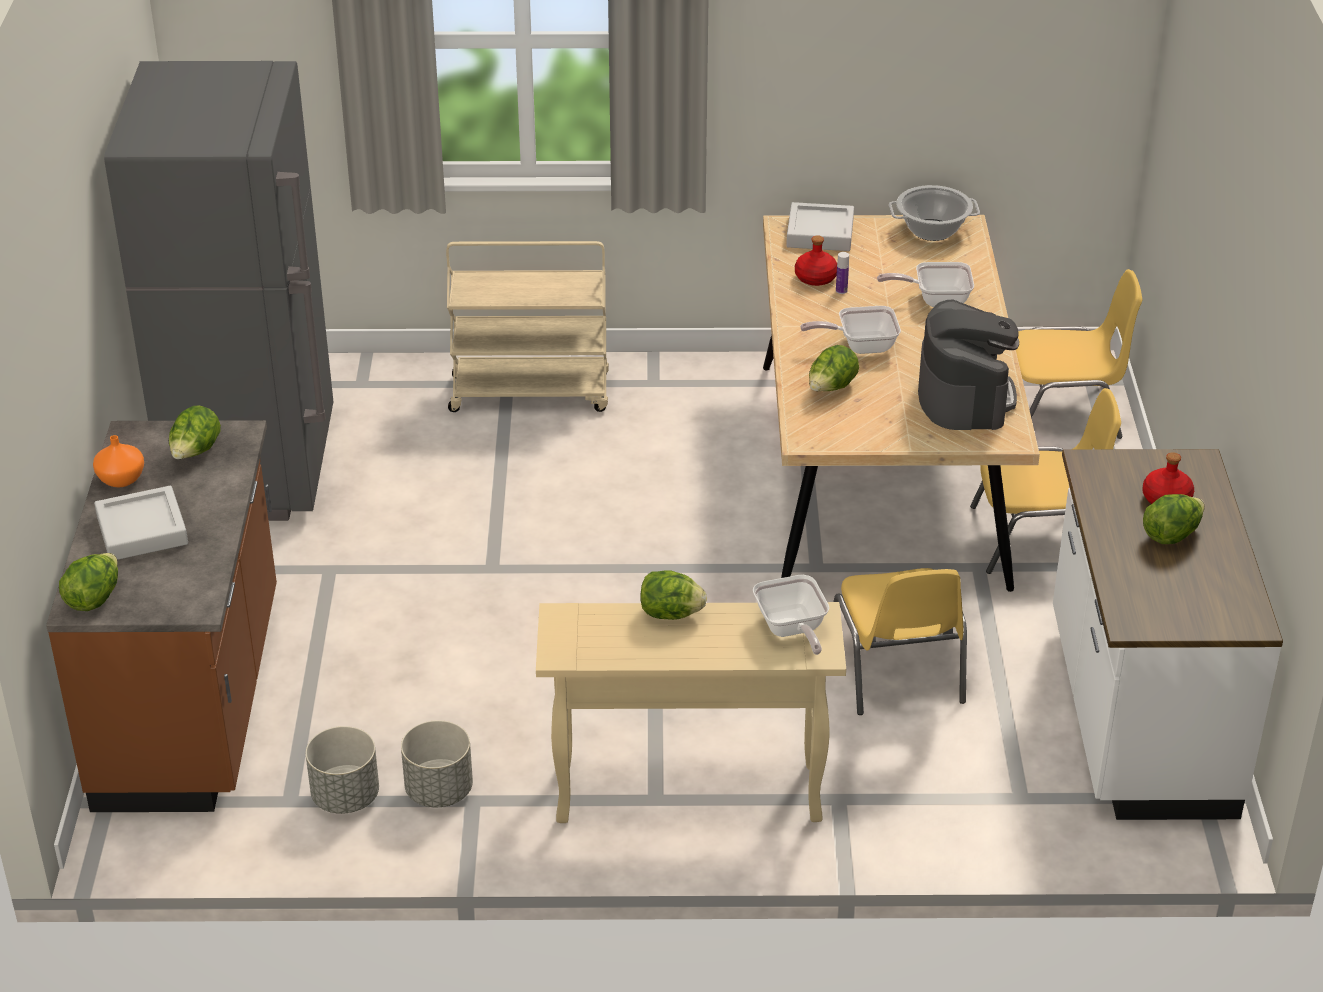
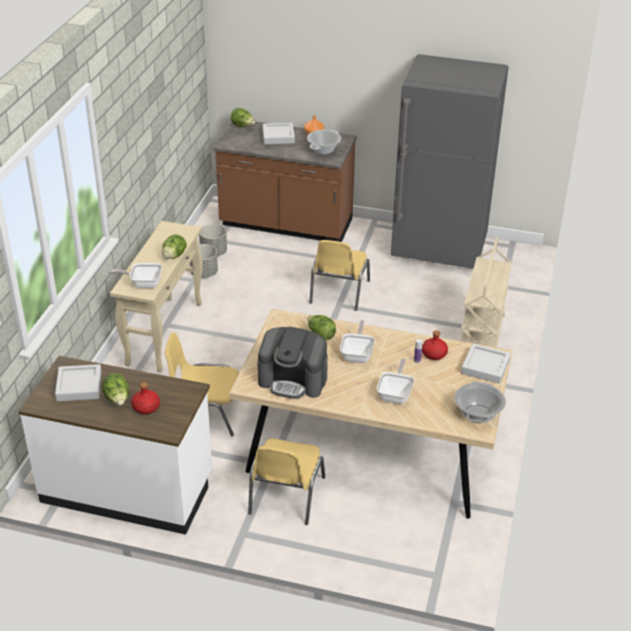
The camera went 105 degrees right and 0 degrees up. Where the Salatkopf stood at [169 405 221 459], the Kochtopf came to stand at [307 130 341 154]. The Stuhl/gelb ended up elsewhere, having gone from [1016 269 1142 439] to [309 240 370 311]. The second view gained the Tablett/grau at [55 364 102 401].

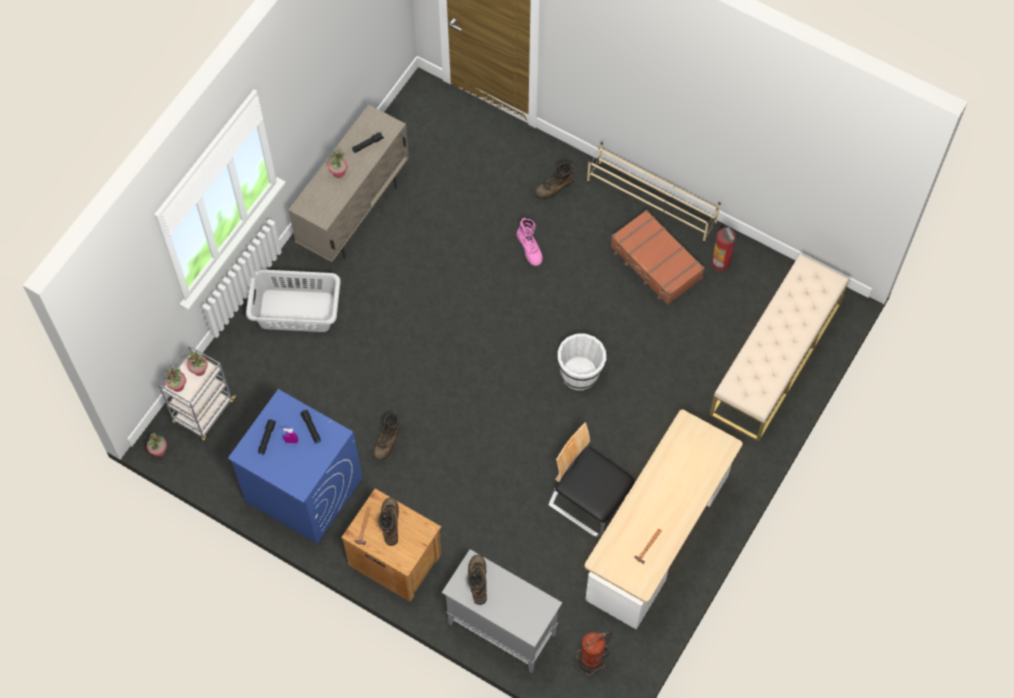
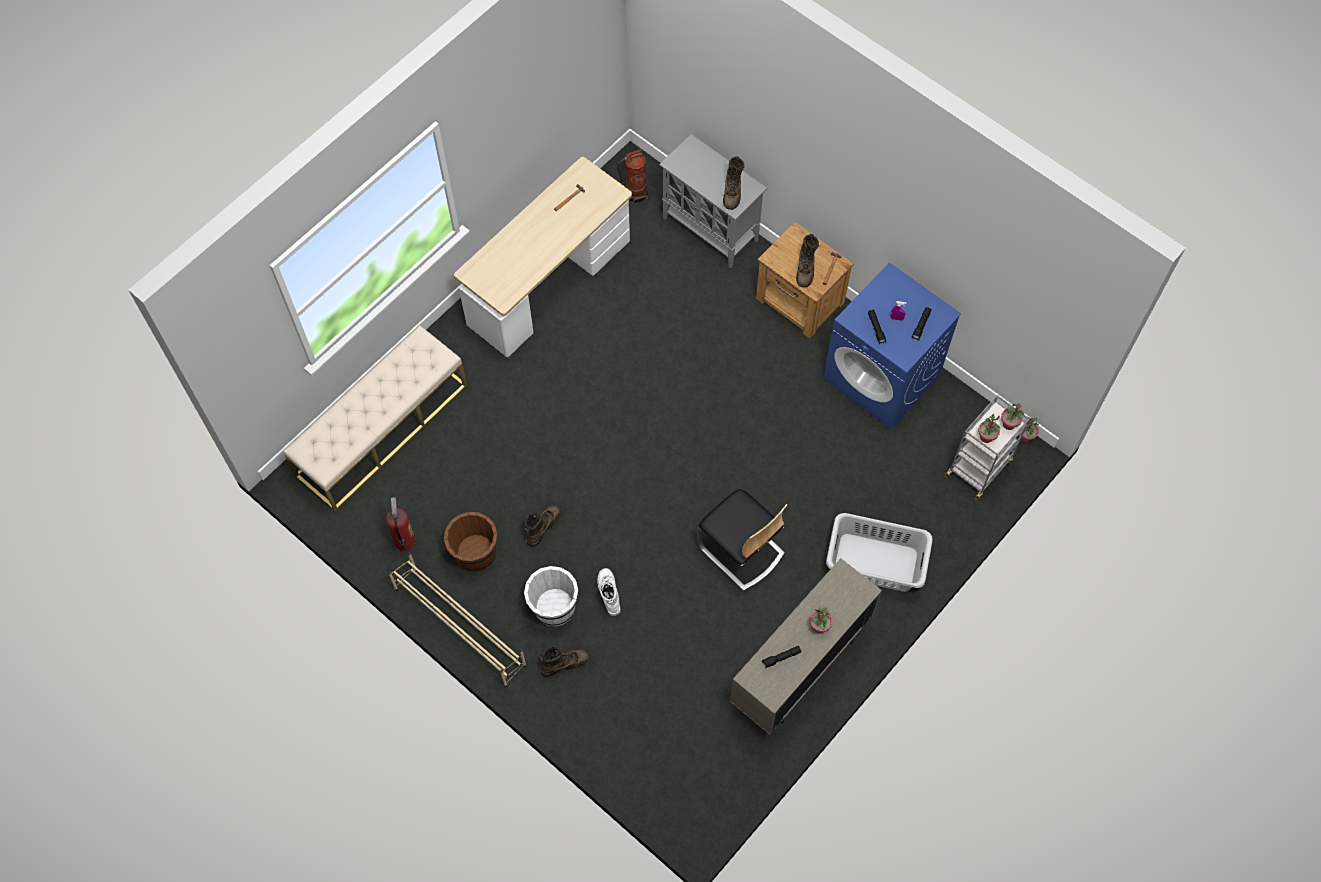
The camera went 170 degrees left and 0 degrees up. The Stiefel/braun ended up elsewhere, having gone from [373 412 400 461] to [525 505 560 547]. What was the Stiefel/rosa at [517 218 542 266] turned into the Stiefel/weiß at [597 568 621 616]. The Stuhl ended up elsewhere, having gone from [548 423 635 538] to [697 489 787 591]. The Eimer/weiß ended up elsewhere, having gone from [557 334 606 390] to [524 566 578 627]. Where the Koffer/braun stood at [611 210 705 305], the Eimer/braun came to stand at [444 512 497 572].

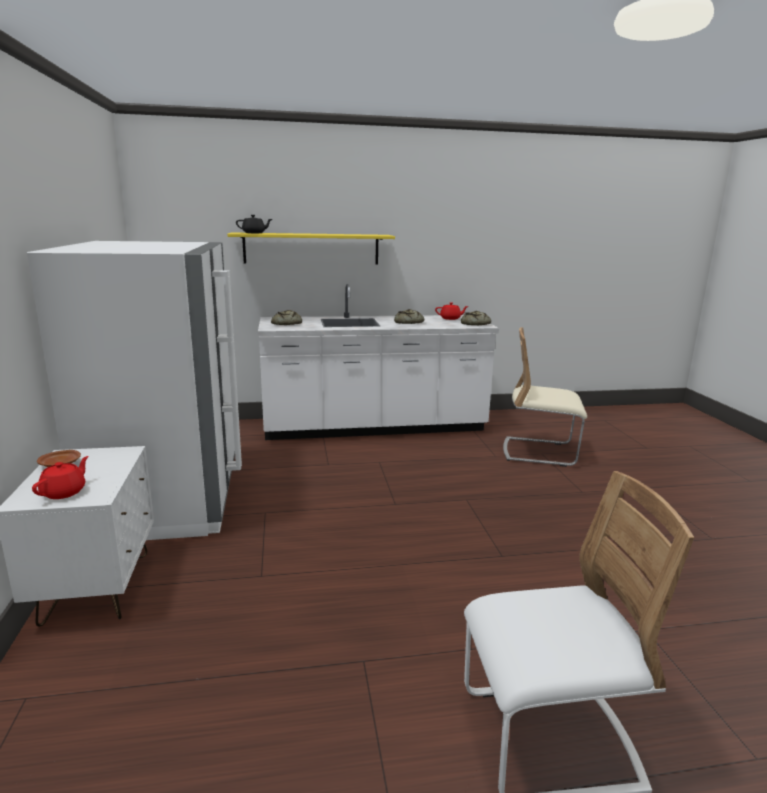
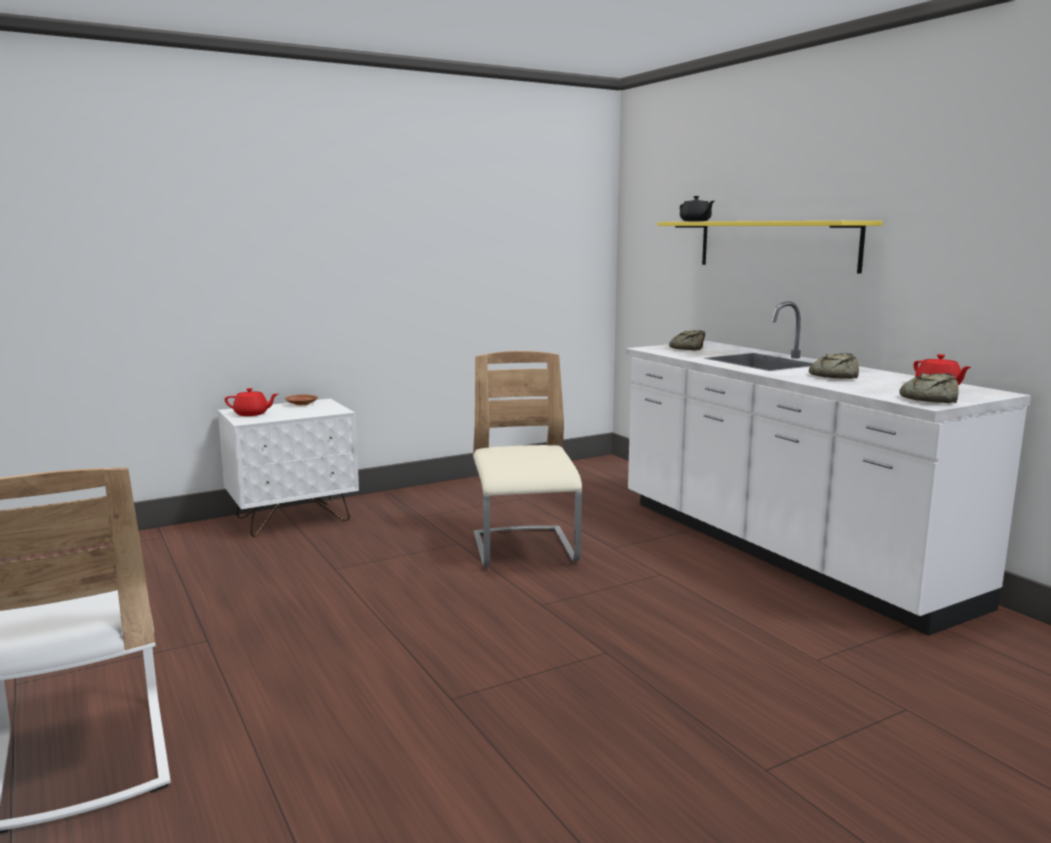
The camera went 70 degrees right and 5 degrees down. The second view lost the Kühlschrank/weiß at [27 241 242 540]. The Stuhl/beige ended up elsewhere, having gone from [503 327 587 467] to [473 351 582 567].

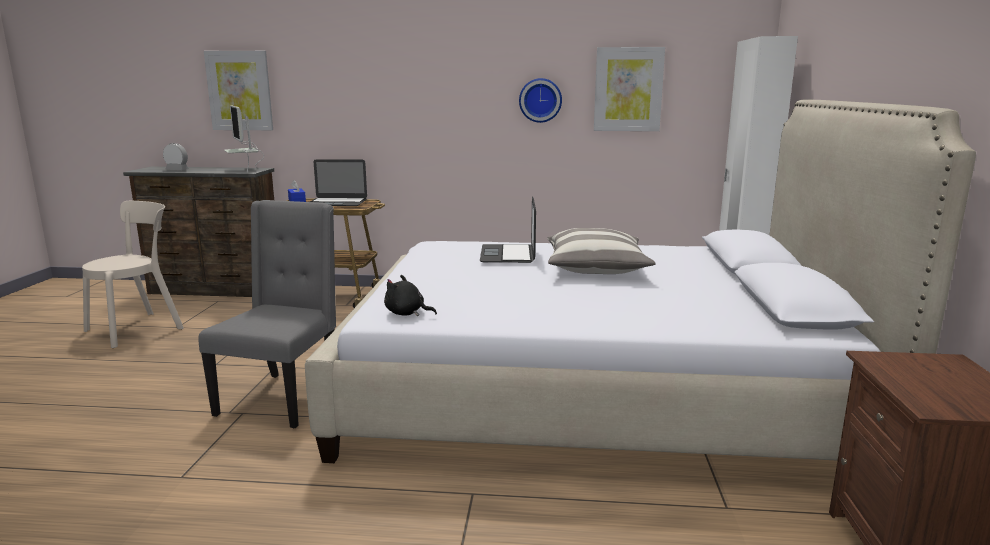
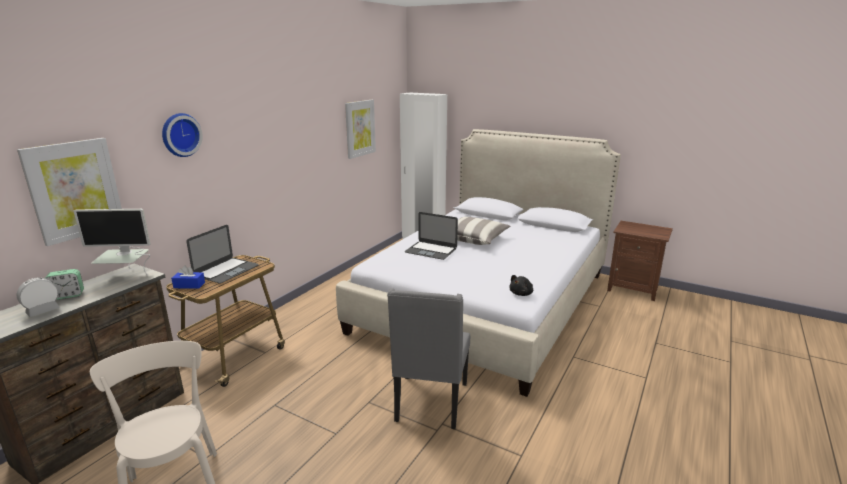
The camera went 65 degrees left and 5 degrees up. The Stuhl/grau at [198 200 336 428] ended up facing another way, 120 degrees counterclockwise from before. The Wanduhr ended up elsewhere, having gone from [519 78 562 123] to [162 113 203 157]. The second view gained the Wecker at [45 269 84 300].

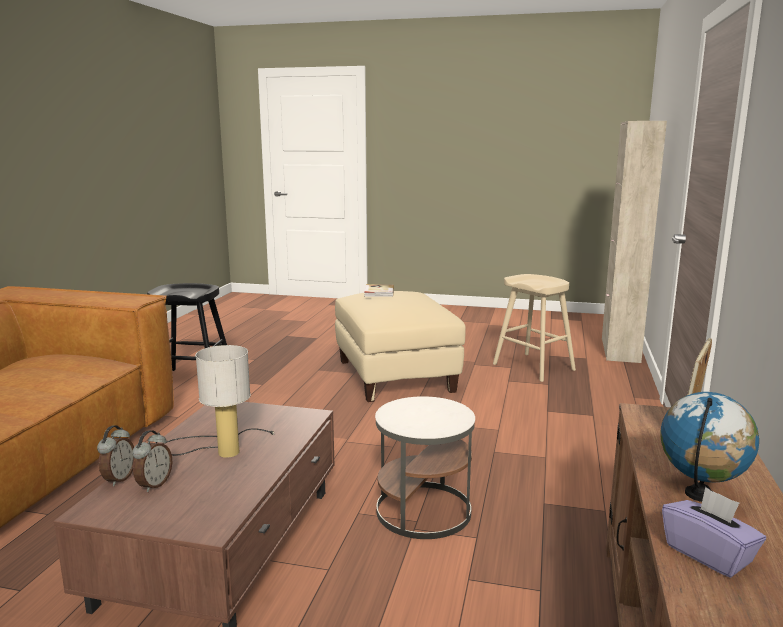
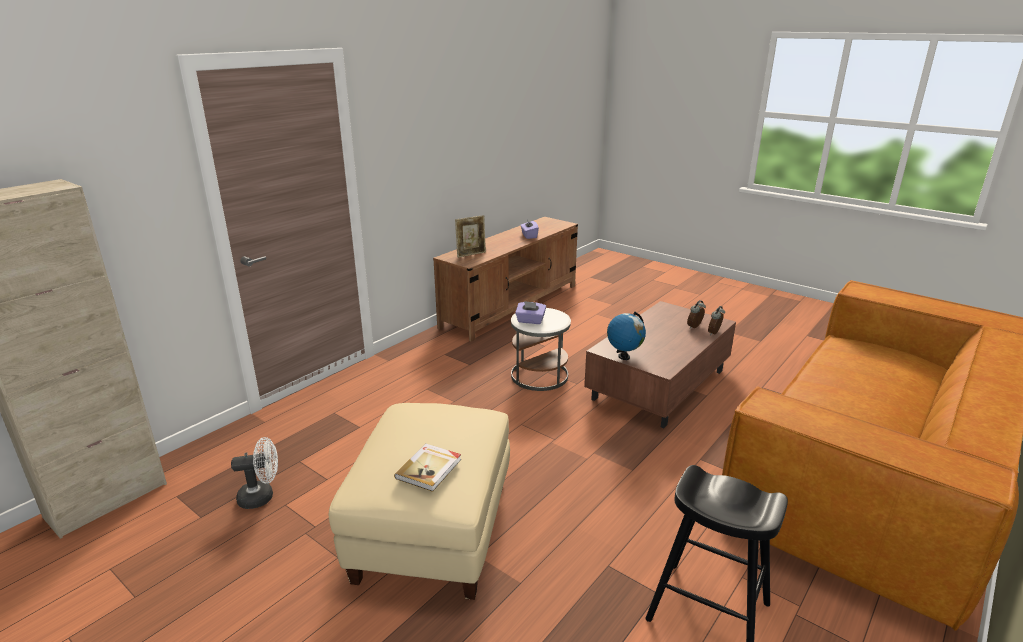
The camera went 155 degrees left and 10 degrees up. The second view lost the Tischlampe at [162 345 274 458]. Where the Hocker/beige stood at [493 274 576 382], the Ventilator/weiß came to stand at [231 437 278 509]. The Globus ended up elsewhere, having gone from [660 392 759 502] to [607 312 646 360]. The second view gained the Taschentuchbox/lila at [515 301 546 324].

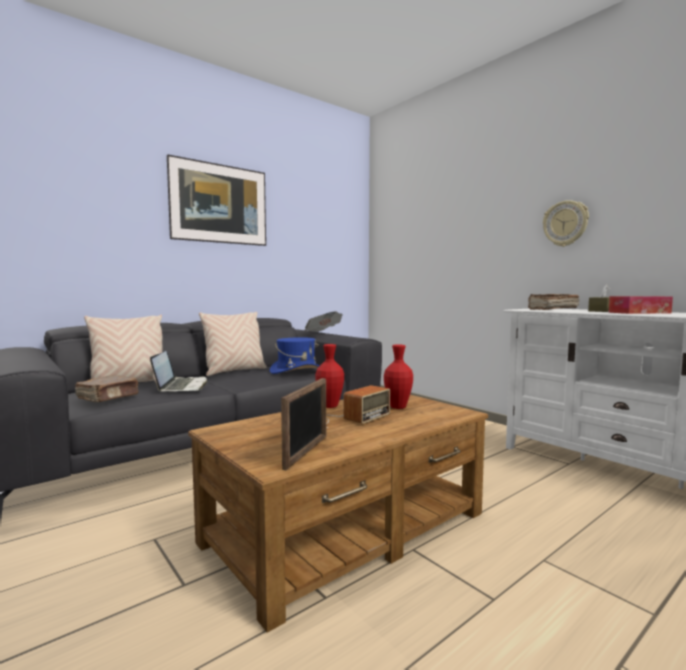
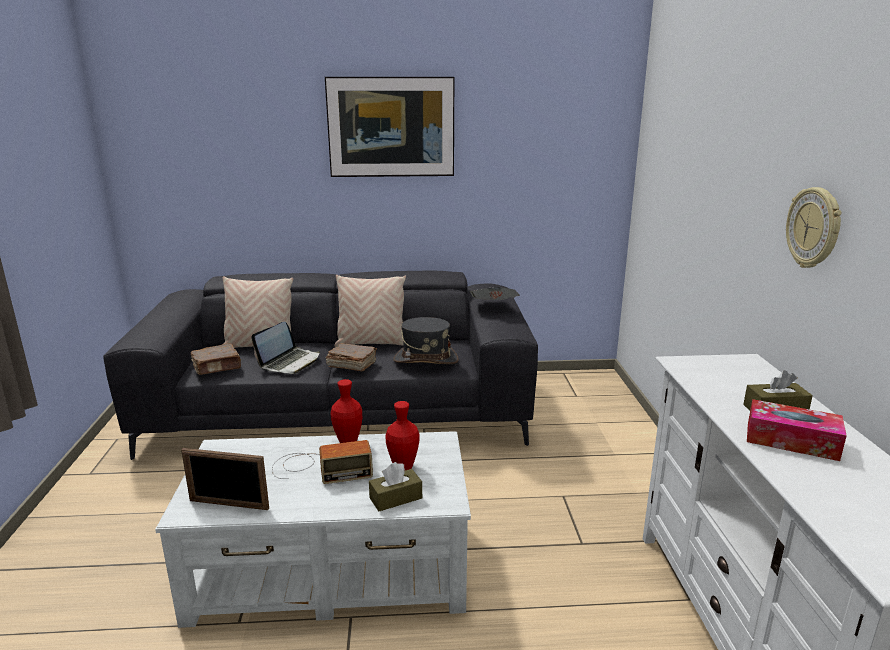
The camera went 35 degrees right and 15 degrees up. What was the Couchtisch/braun at [188 395 488 633] turned into the Couchtisch/weiß at [155 431 471 628]. What was the Hut/blau at [270 337 320 374] turned into the Hut/grau at [393 317 459 364]. The Bilderrahmen at [281 378 326 470] ended up facing another way, 45 degrees clockwise from before. The Buch/braun ended up elsewhere, having gone from [528 294 580 310] to [326 343 377 371]. The second view gained the Taschentuchbox/braun at [369 462 422 511].

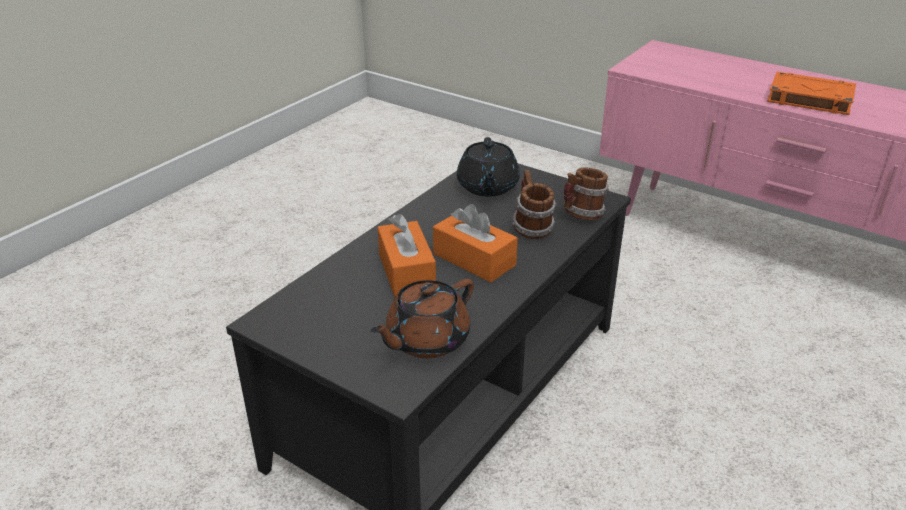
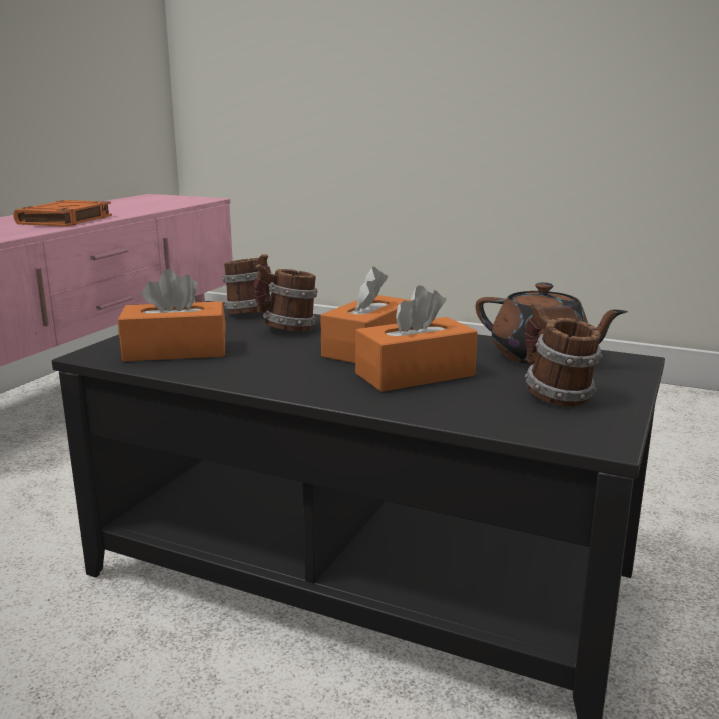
The camera went 100 degrees left and 15 degrees down. Where the Teekanne/schwarz stood at [457 137 520 196], the Taschentuchbox/orange came to stand at [118 269 226 362]. The second view gained the Henkelbecher at [525 303 602 407].

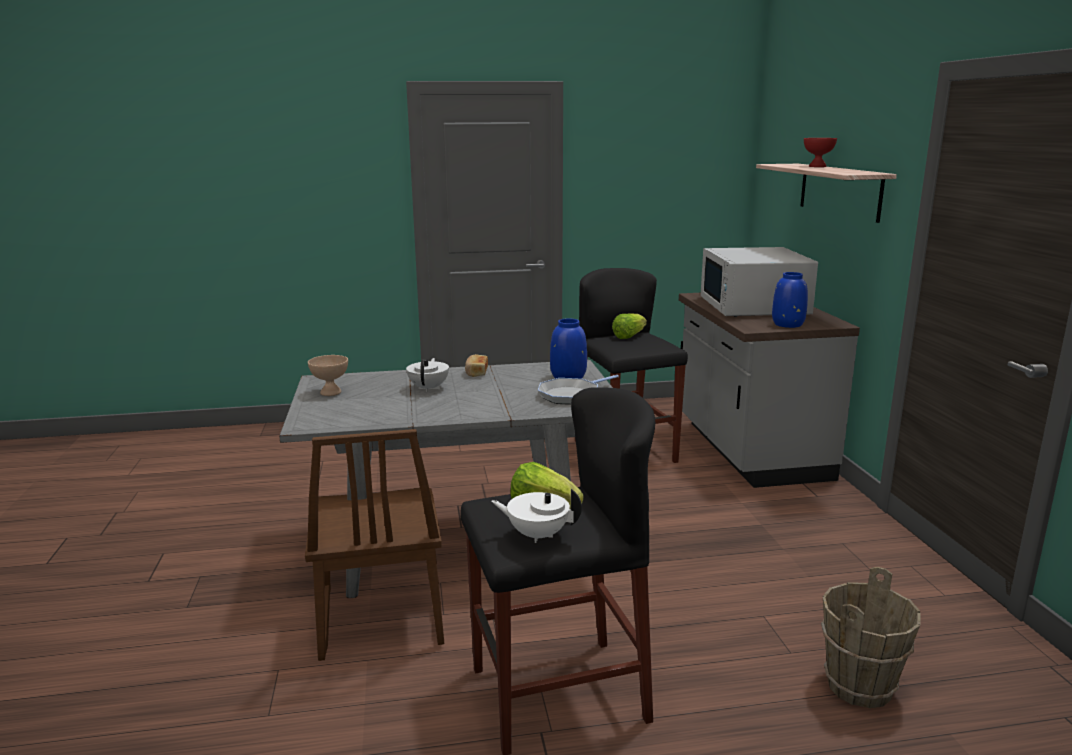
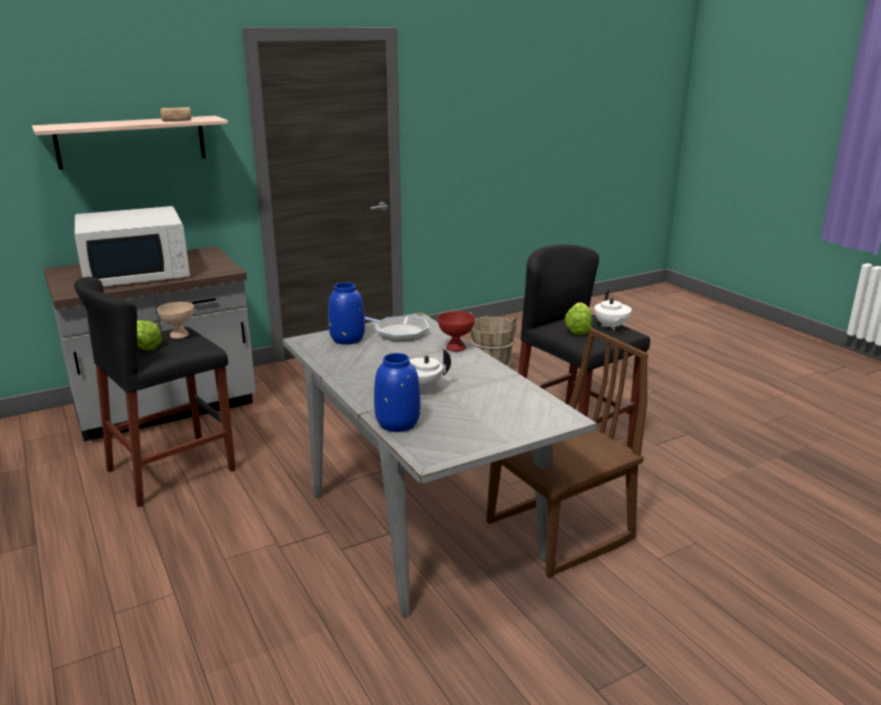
The camera went 110 degrees left and 5 degrees up. The Schüssel/beige ended up elsewhere, having gone from [308 355 348 396] to [157 302 194 339]. The Brot ended up elsewhere, having gone from [465 354 488 377] to [160 107 191 121]. The Vase/blau ended up elsewhere, having gone from [772 272 808 328] to [374 353 420 432]. The Schüssel/rot ended up elsewhere, having gone from [804 138 837 167] to [438 311 475 351].

